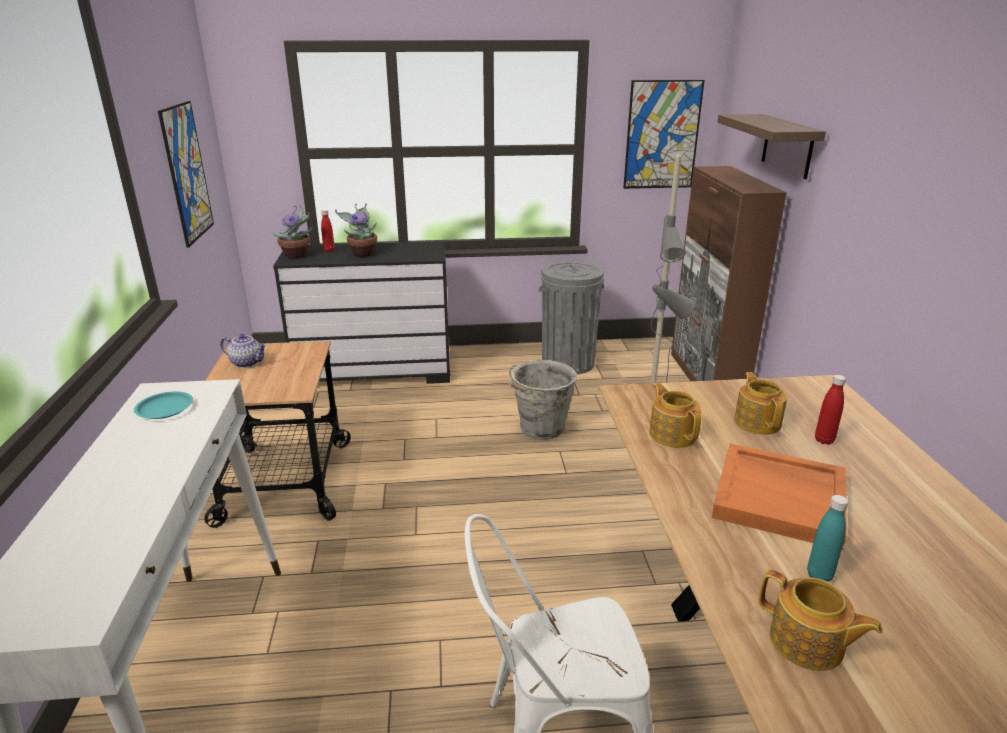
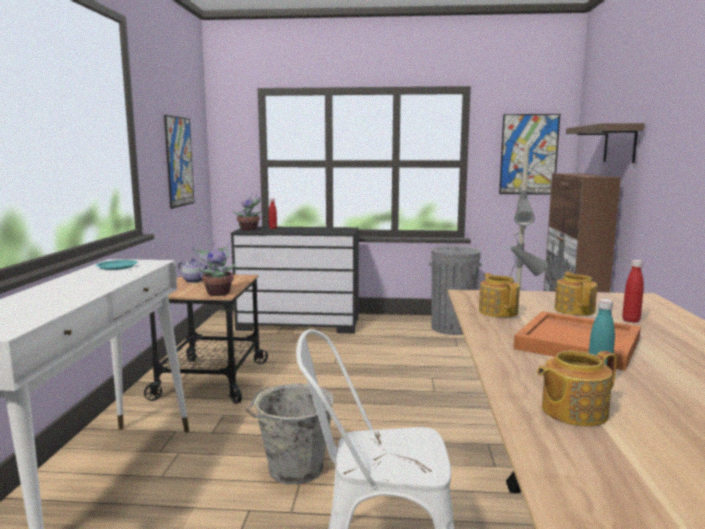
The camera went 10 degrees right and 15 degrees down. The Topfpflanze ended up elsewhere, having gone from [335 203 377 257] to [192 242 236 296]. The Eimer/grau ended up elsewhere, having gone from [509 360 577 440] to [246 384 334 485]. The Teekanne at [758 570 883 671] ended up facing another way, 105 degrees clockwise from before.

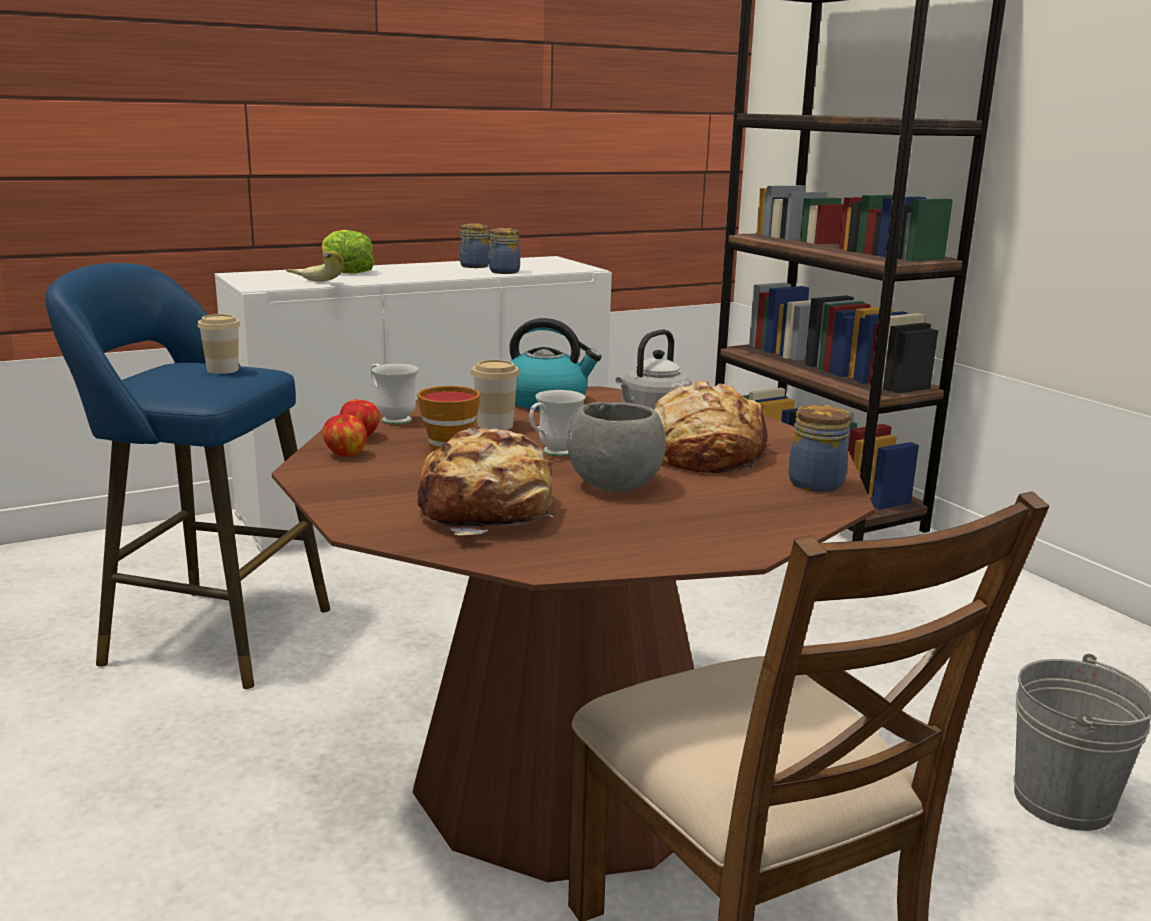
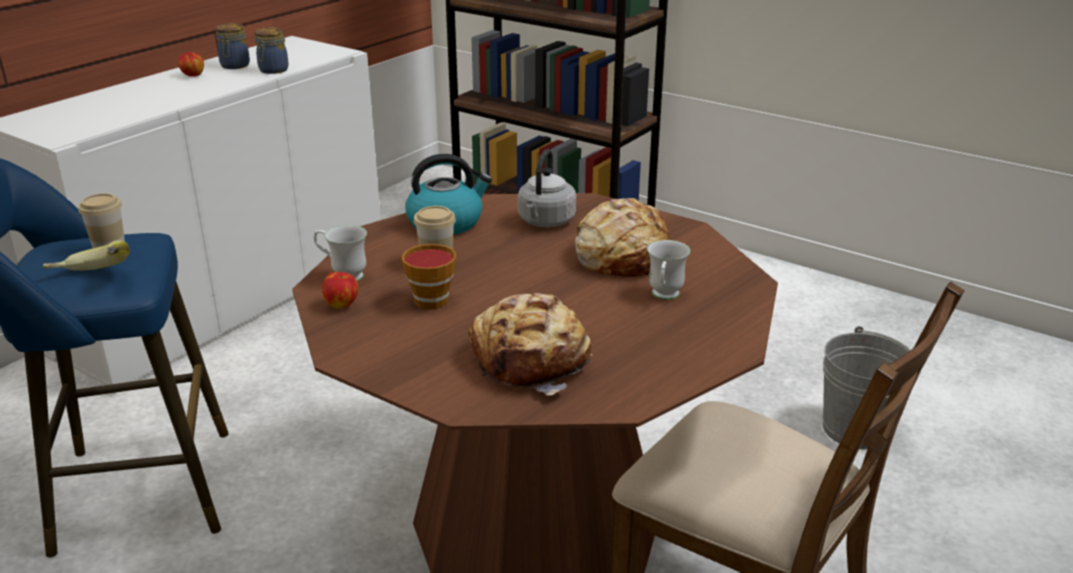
The camera went 25 degrees left and 10 degrees up. The Banane ended up elsewhere, having gone from [287 251 344 282] to [43 240 130 271]. The second view lost the Salatkopf at [322 230 375 274]. The Apfel ended up elsewhere, having gone from [323 414 367 457] to [178 52 204 77]. The Henkelbecher/weiß ended up elsewhere, having gone from [529 390 585 457] to [647 240 690 300]. The second view lost the Schüssel/grau at [568 402 666 492]. The second view lost the Vorratsglas at [789 405 850 492].

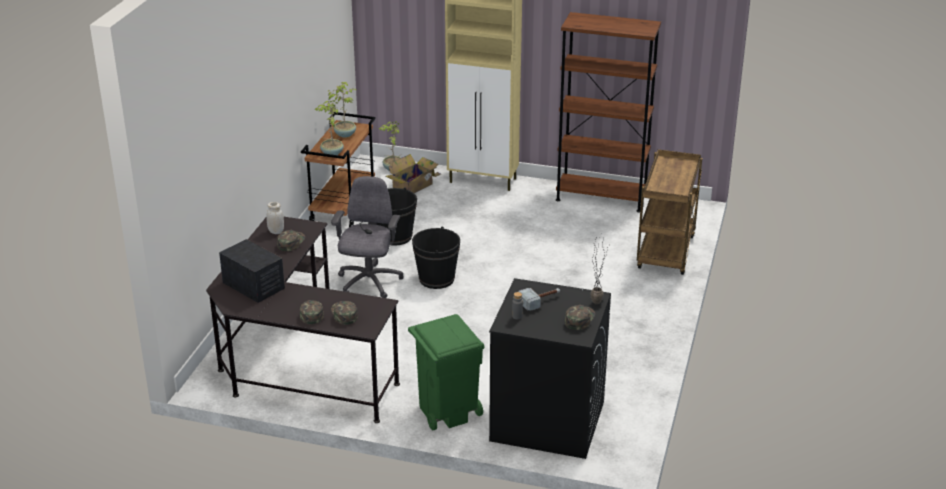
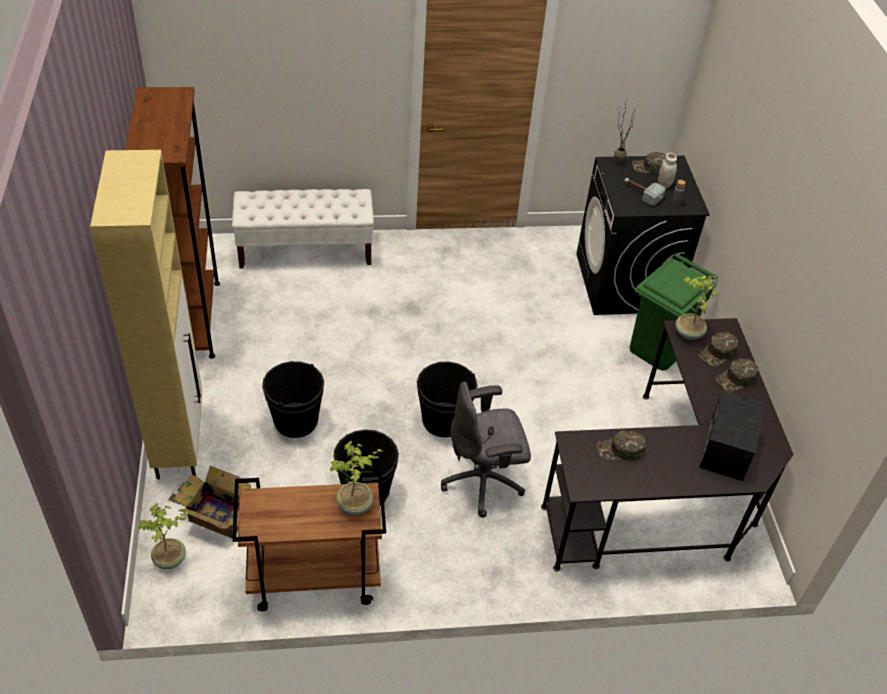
The camera went 115 degrees left and 15 degrees up. The Vorratsglas/weiß ended up elsewhere, having gone from [267 202 284 234] to [658 153 677 188]. The Topfpflanze ended up elsewhere, having gone from [327 82 356 138] to [675 276 718 340]. Where the Rollwagen/braun stood at [637 149 702 275], the Bank/weiß came to stand at [232 189 374 268]. The second view gained the Eimer/schwarz at [262 361 324 438].

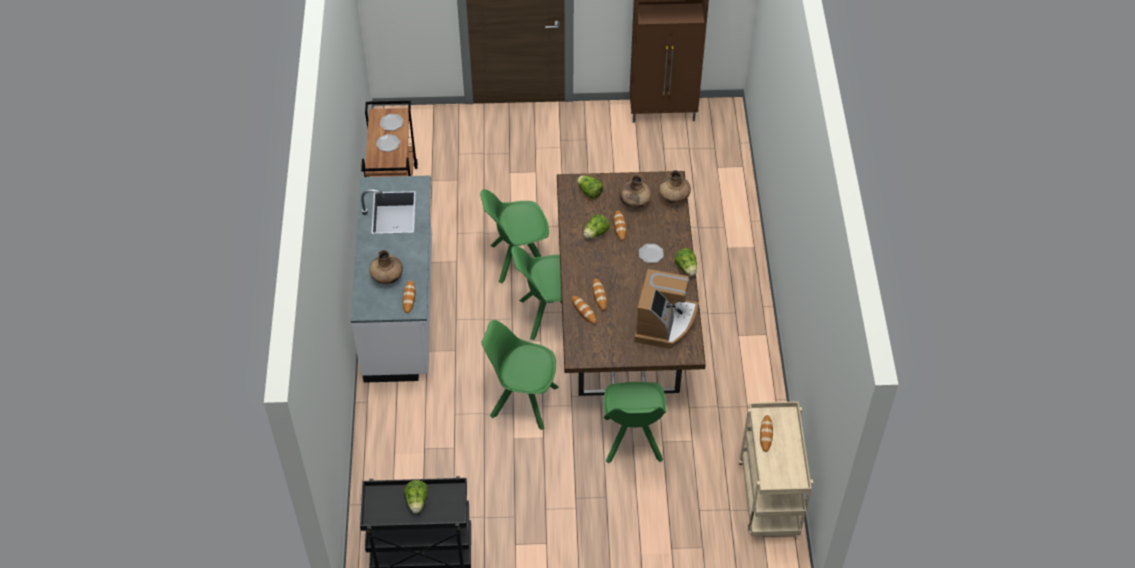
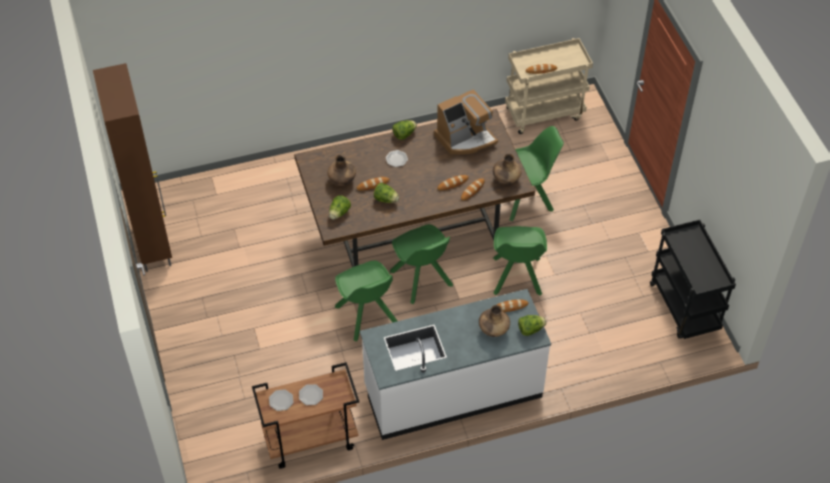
The camera went 105 degrees left and 0 degrees up. The Salatkopf ended up elsewhere, having gone from [404 480 427 513] to [518 315 547 336]. The Kaffeemaschine at [634 269 699 349] ended up facing another way, 150 degrees clockwise from before. The Vase/braun ended up elsewhere, having gone from [659 170 691 204] to [493 154 522 184].

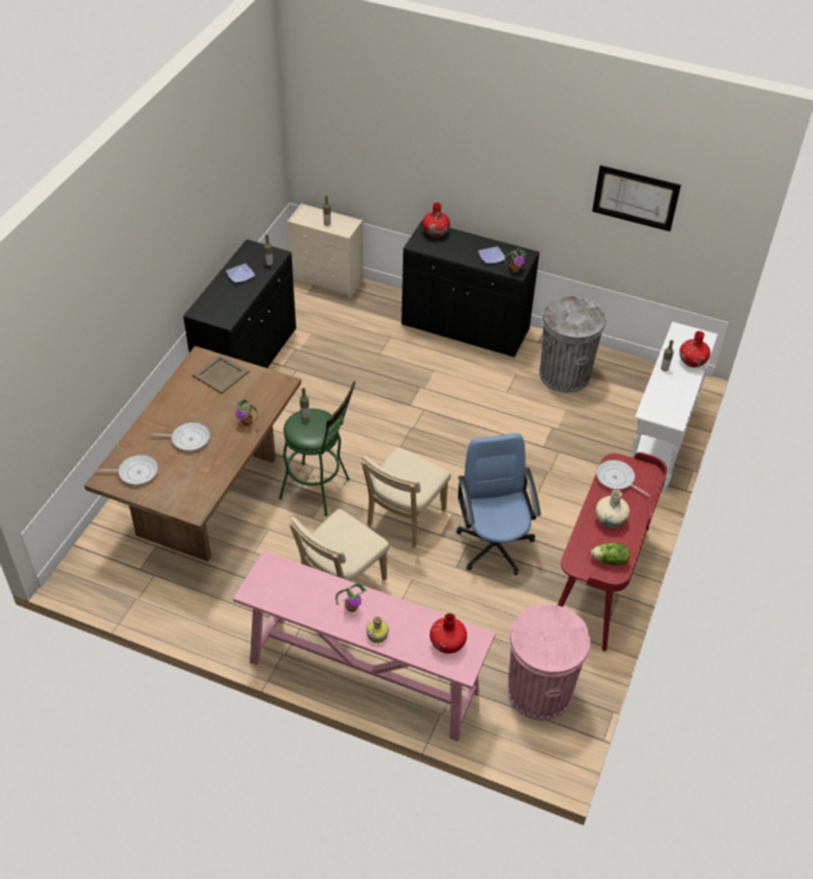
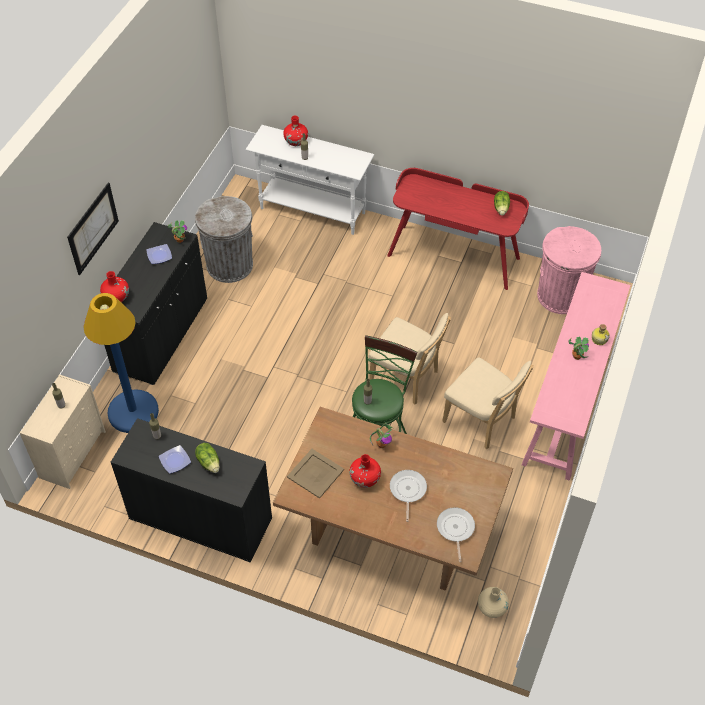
The camera went 90 degrees left and 5 degrees up. The Vase/rot ended up elsewhere, having gone from [430 613 467 654] to [349 454 381 488]. The second view lost the Bürostuhl/blau at [456 433 541 575]. The Bild ended up elsewhere, having gone from [592 165 681 231] to [67 182 119 275]. The second view lost the Pfanne at [596 460 651 497]. The Vase/beige ended up elsewhere, having gone from [596 490 630 528] to [478 587 509 618]. The second view gained the Stehlampe/blau at [83 293 159 433]. The second view gained the Salatkopf at [195 443 220 473].

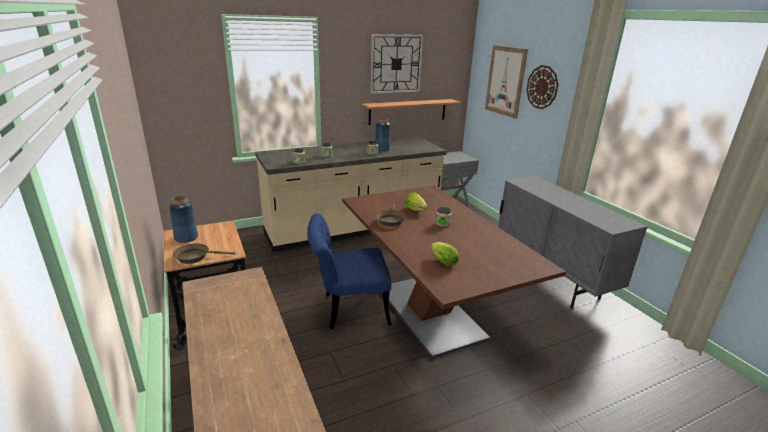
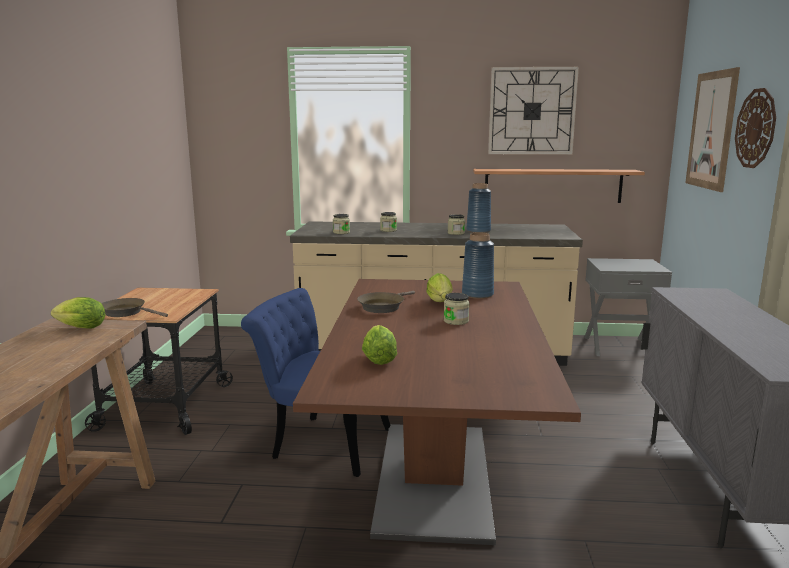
The camera went 30 degrees right and 10 degrees down. The Vase/blau ended up elsewhere, having gone from [169 196 198 243] to [462 232 494 299]. The second view gained the Salatkopf at [51 297 105 329].

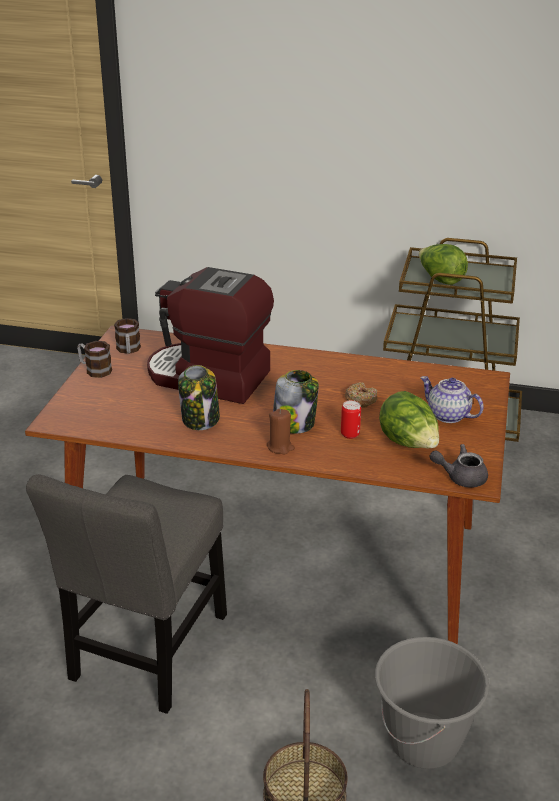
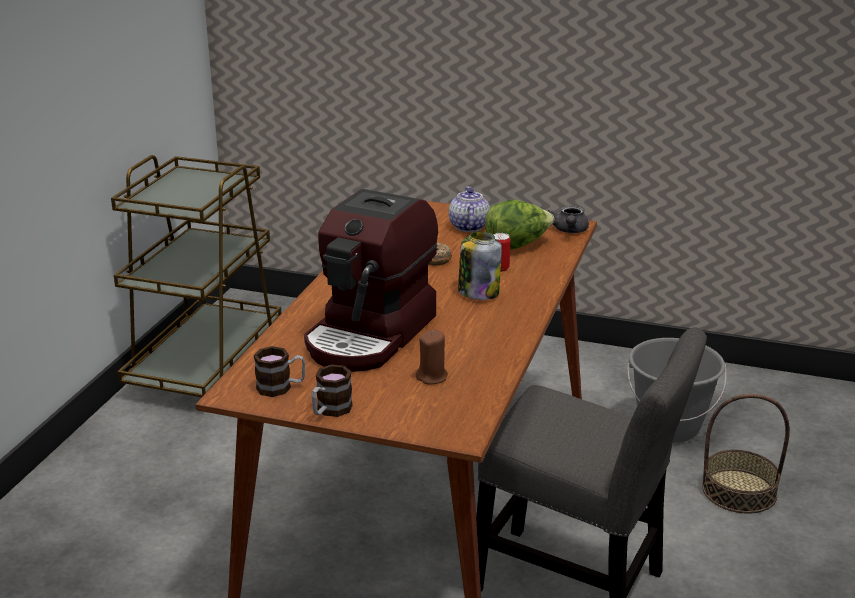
The camera went 85 degrees left and 5 degrees down. The second view lost the Vorratsglas at [178 365 220 430]. The Kerze/braun ended up elsewhere, having gone from [267 409 295 454] to [416 330 448 385]. The second view lost the Salatkopf at [419 244 468 285]. The Teekanne at [420 376 484 423] ended up facing another way, 135 degrees clockwise from before.

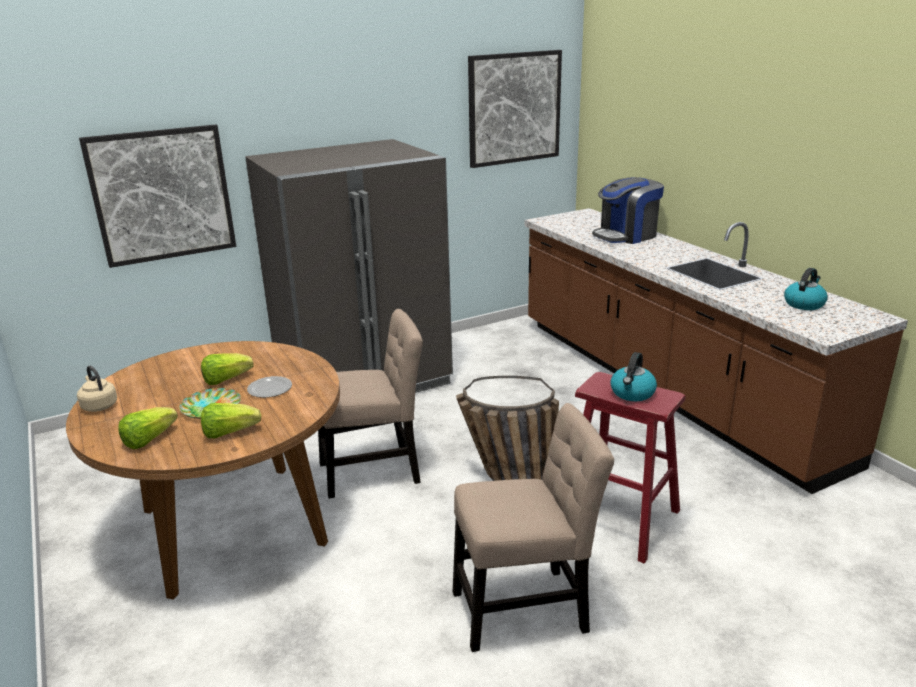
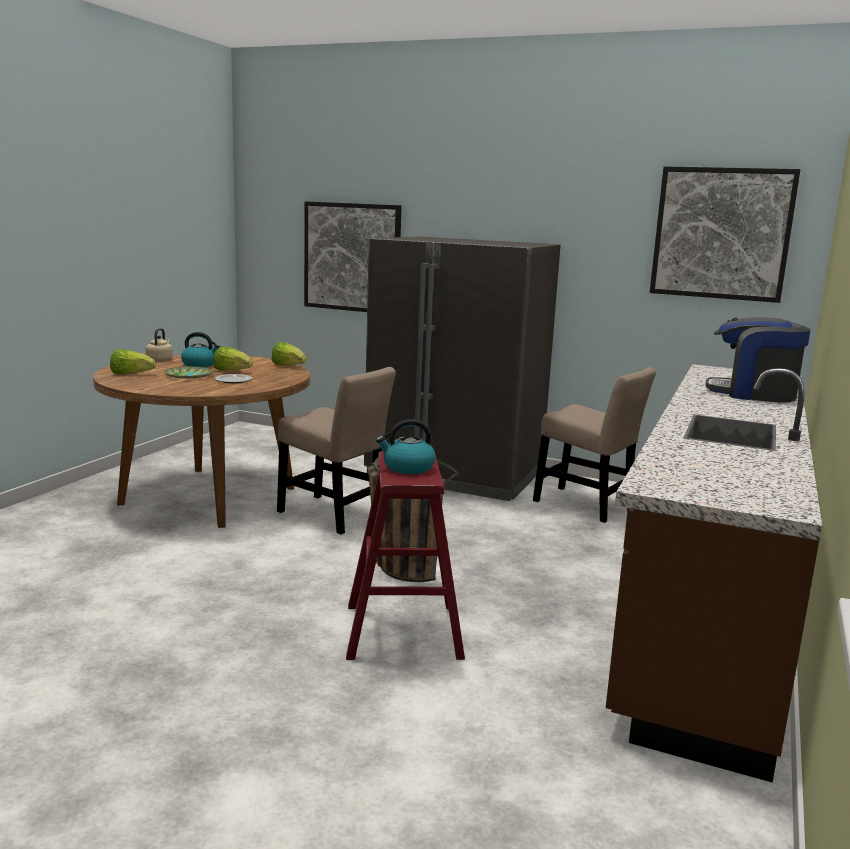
The camera went 50 degrees right and 10 degrees down. The Salatkopf ended up elsewhere, having gone from [201 403 261 438] to [271 342 307 365]. The Stuhl/beige ended up elsewhere, having gone from [453 403 614 652] to [533 367 656 523]. The Wasserkessel ended up elsewhere, having gone from [784 268 828 310] to [181 332 221 367].

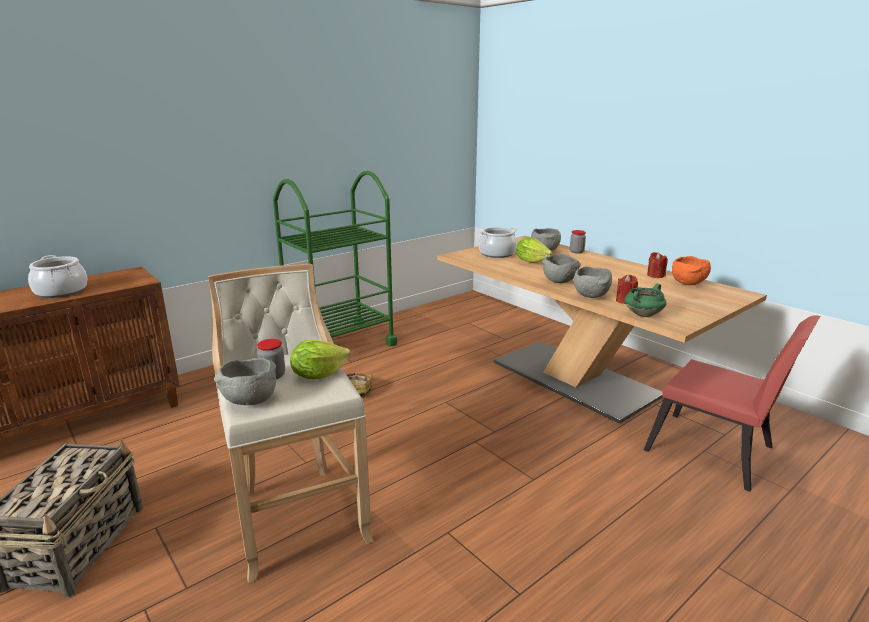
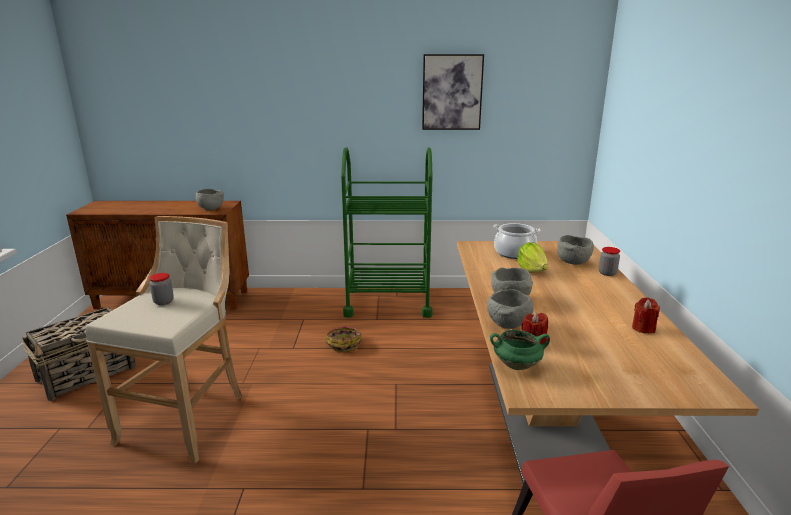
The camera went 40 degrees right and 0 degrees up. The second view lost the Kochtopf at [28 255 87 298]. The Schüssel/grau ended up elsewhere, having gone from [214 358 276 405] to [195 189 224 211]. The second view lost the Salatkopf at [290 340 350 380]. The second view lost the Schüssel/orange at [672 256 711 285]. The second view gained the Bild at [422 54 484 130].

